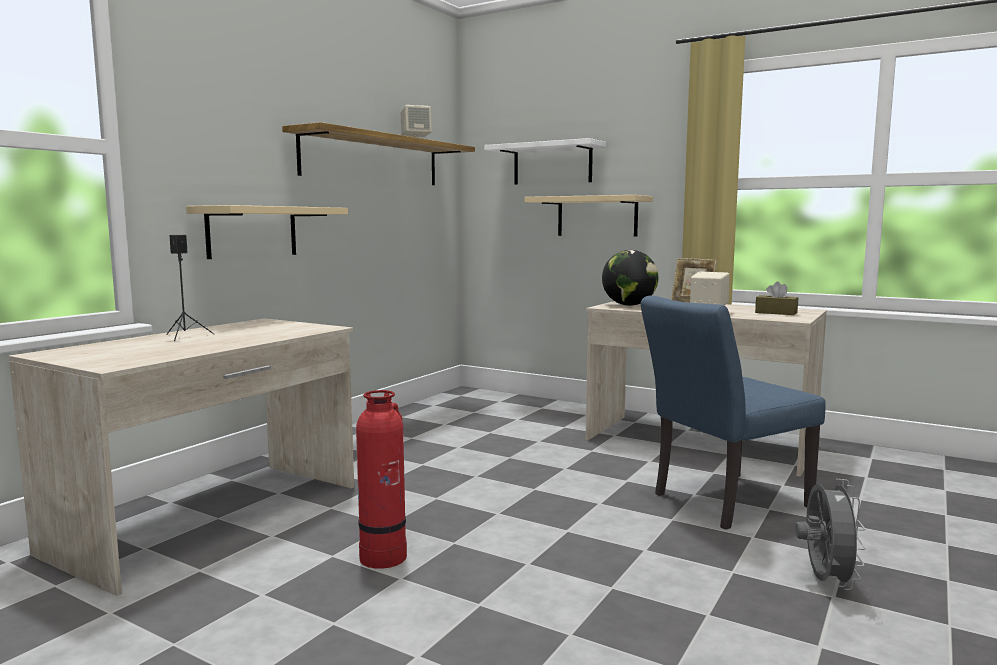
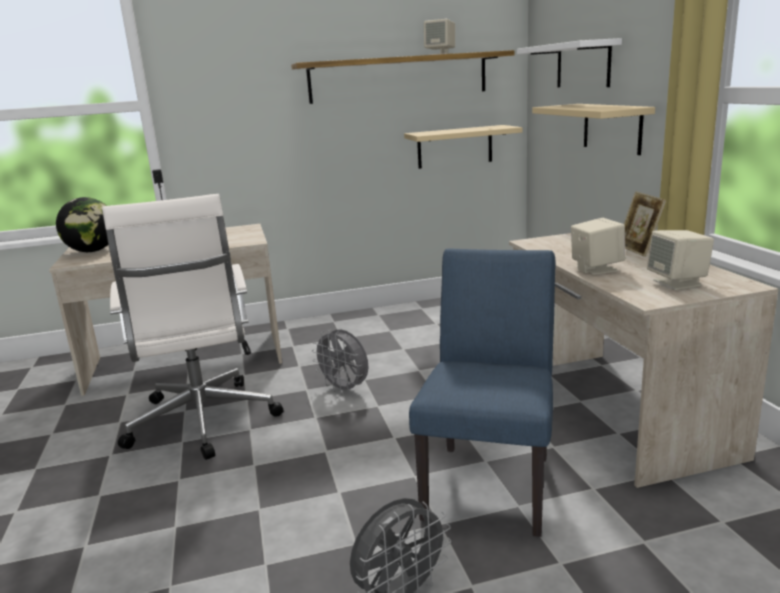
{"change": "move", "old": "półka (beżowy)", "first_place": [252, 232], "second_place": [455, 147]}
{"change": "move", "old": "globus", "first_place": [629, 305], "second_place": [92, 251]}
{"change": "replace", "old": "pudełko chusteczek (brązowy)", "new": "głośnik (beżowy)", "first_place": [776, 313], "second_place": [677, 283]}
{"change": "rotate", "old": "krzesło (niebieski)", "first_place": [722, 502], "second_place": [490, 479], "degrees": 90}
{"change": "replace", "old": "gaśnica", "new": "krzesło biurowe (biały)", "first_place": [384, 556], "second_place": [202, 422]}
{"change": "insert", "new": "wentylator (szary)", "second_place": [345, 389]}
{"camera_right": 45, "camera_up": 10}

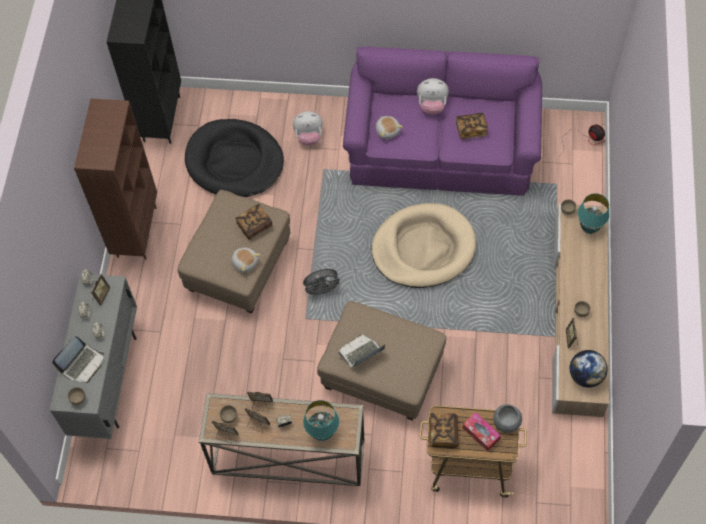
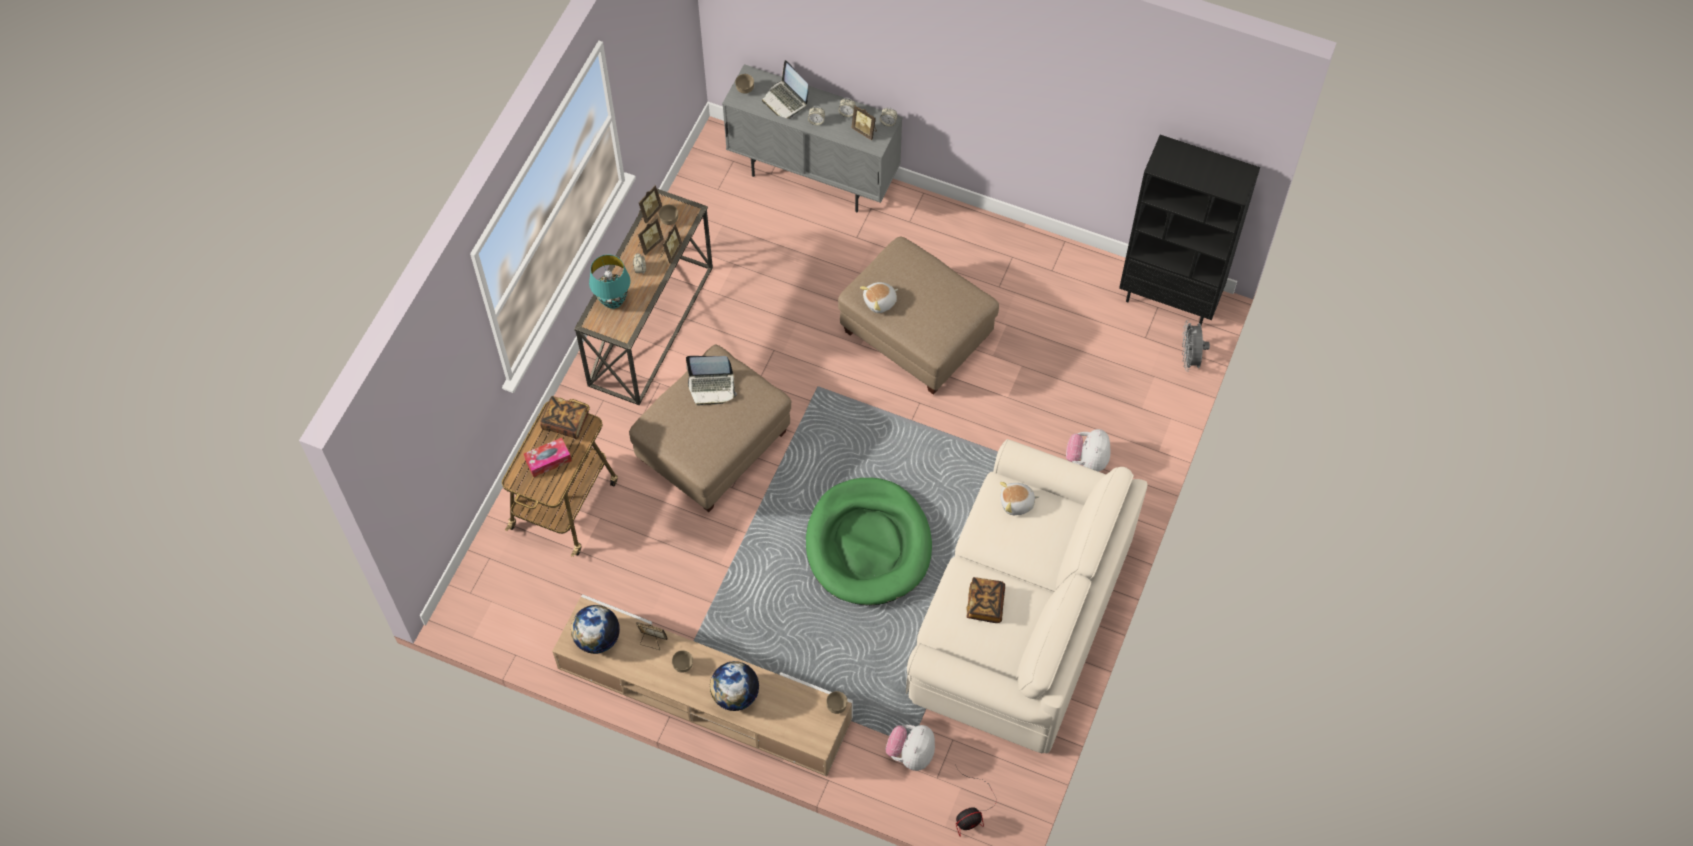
{"change": "recolor", "old": "kanapa (fioletowy)", "new": "kanapa (beżowy)", "first_place": [442, 147], "second_place": [1019, 617]}
{"change": "move", "old": "pluszak", "first_place": [432, 105], "second_place": [911, 754]}
{"change": "delete", "old": "regał (brązowy)", "first_place": [136, 231]}
{"change": "delete", "old": "legowisko (czarny)", "first_place": [234, 161]}
{"change": "delete", "old": "lampa stołowa (turkusowy)", "first_place": [589, 228]}
{"change": "recolor", "old": "legowisko (beżowy)", "new": "legowisko (zielony)", "first_place": [423, 248], "second_place": [868, 544]}
{"change": "delete", "old": "książka", "first_place": [254, 225]}
{"change": "move", "old": "wentylator (szary)", "first_place": [322, 290], "second_place": [1190, 358]}
{"change": "rotate", "old": "laptop", "first_place": [361, 353], "second_place": [712, 387], "degrees": 105}
{"change": "delete", "old": "miska (szary)", "first_place": [506, 422]}
{"change": "insert", "new": "globus", "second_place": [735, 695]}
{"camera_right": 105, "camera_up": 0}

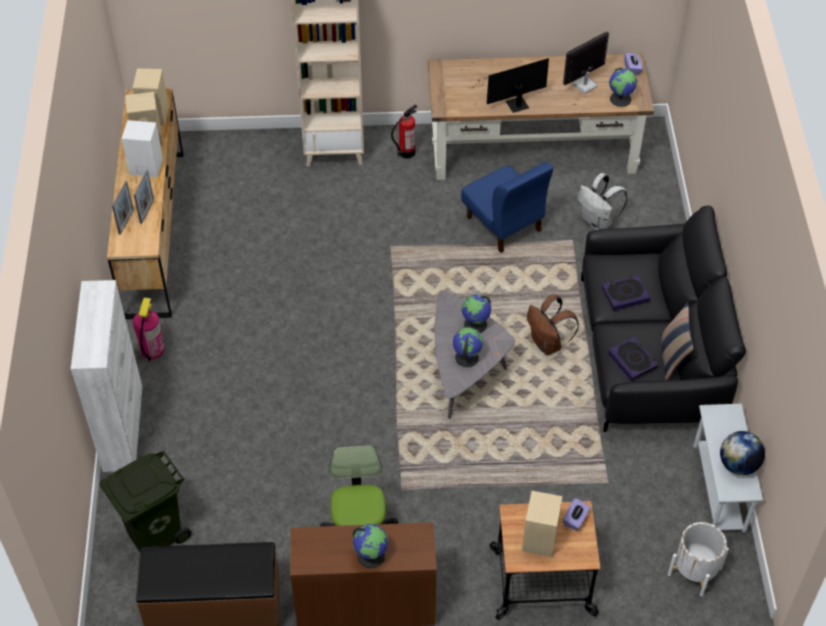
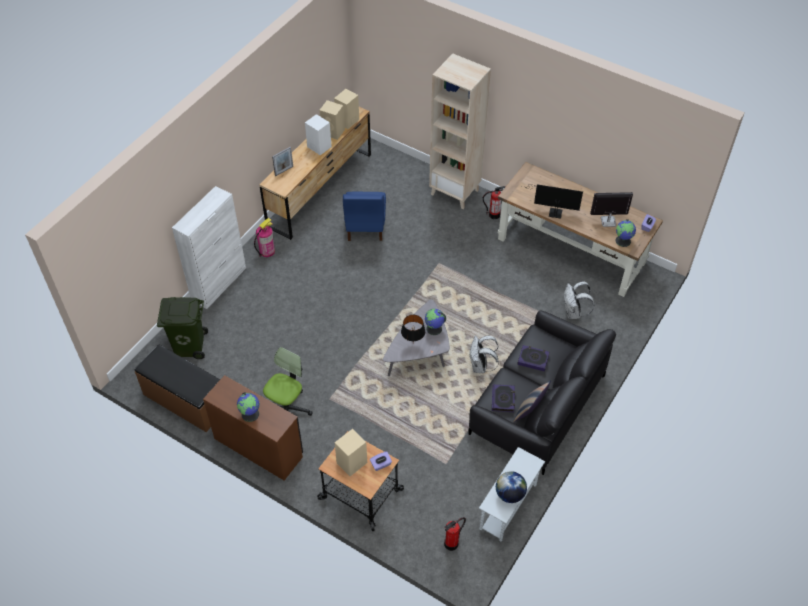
{"change": "move", "old": "krzesło (niebieski)", "first_place": [504, 224], "second_place": [365, 227]}
{"change": "delete", "old": "ramka na zdjęcie", "first_place": [147, 211]}
{"change": "recolor", "old": "plecak (brązowy)", "new": "plecak (biały)", "first_place": [548, 344], "second_place": [480, 366]}
{"change": "replace", "old": "globus", "new": "lampa stołowa (czarny)", "first_place": [466, 357], "second_place": [412, 344]}
{"change": "replace", "old": "donica (biały)", "new": "gaśnica", "first_place": [694, 571], "second_place": [451, 544]}
{"camera_right": 35, "camera_up": 0}

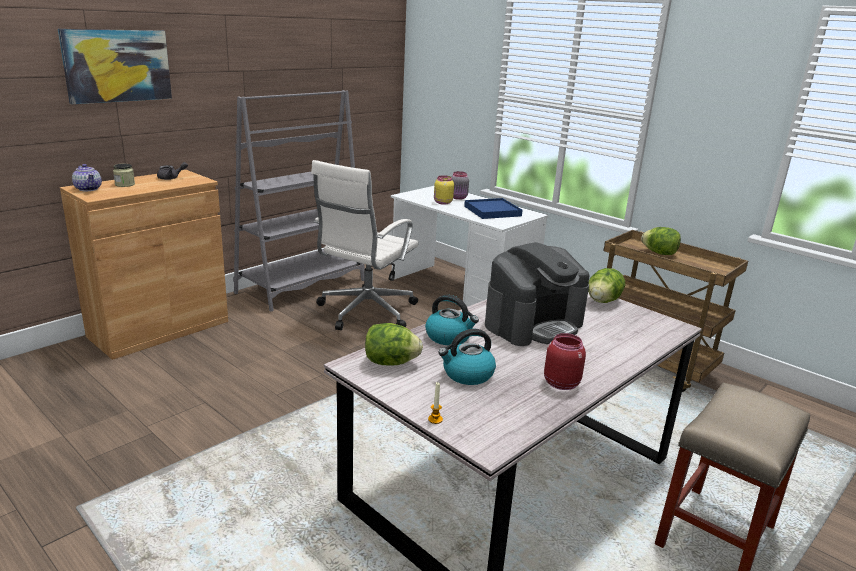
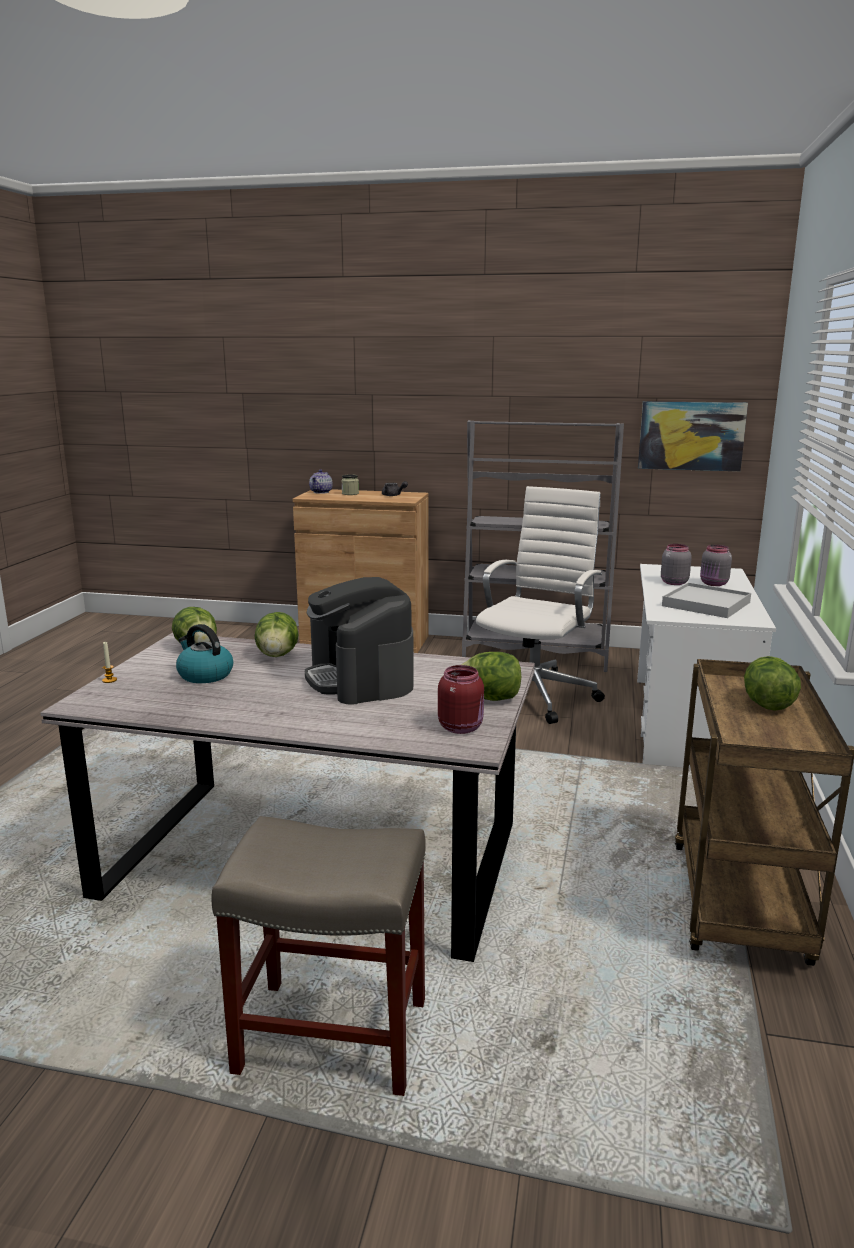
{"change": "move", "old": "obraz", "first_place": [117, 65], "second_place": [691, 435]}
{"change": "rotate", "old": "krzesło biurowe (biały)", "first_place": [365, 312], "second_place": [535, 695], "degrees": 120}
{"change": "recolor", "old": "słoik (żółty)", "new": "słoik (szary)", "first_place": [442, 202], "second_place": [673, 582]}
{"change": "recolor", "old": "taca (niebieski)", "new": "taca (biały)", "first_place": [492, 211], "second_place": [706, 604]}
{"change": "rotate", "old": "ekspres do kawy", "first_place": [533, 324], "second_place": [360, 679], "degrees": 45}
{"change": "replace", "old": "czajnik", "new": "sałata", "first_place": [449, 337], "second_place": [277, 655]}
{"change": "move", "old": "słoik (czerwony)", "first_place": [561, 383], "second_place": [461, 727]}
{"camera_right": 60, "camera_up": -5}

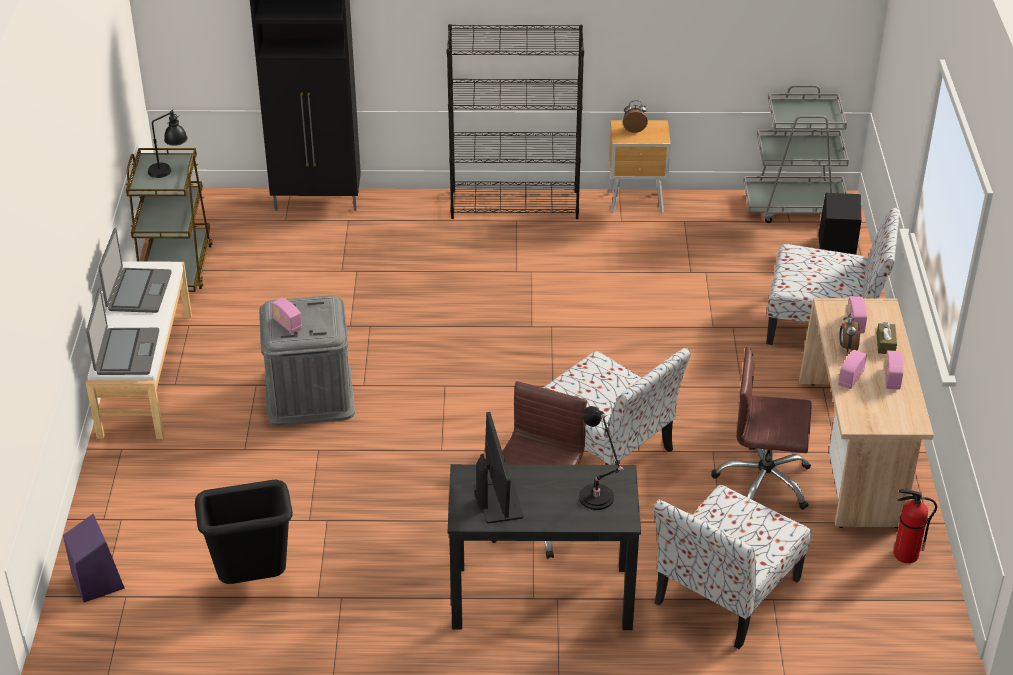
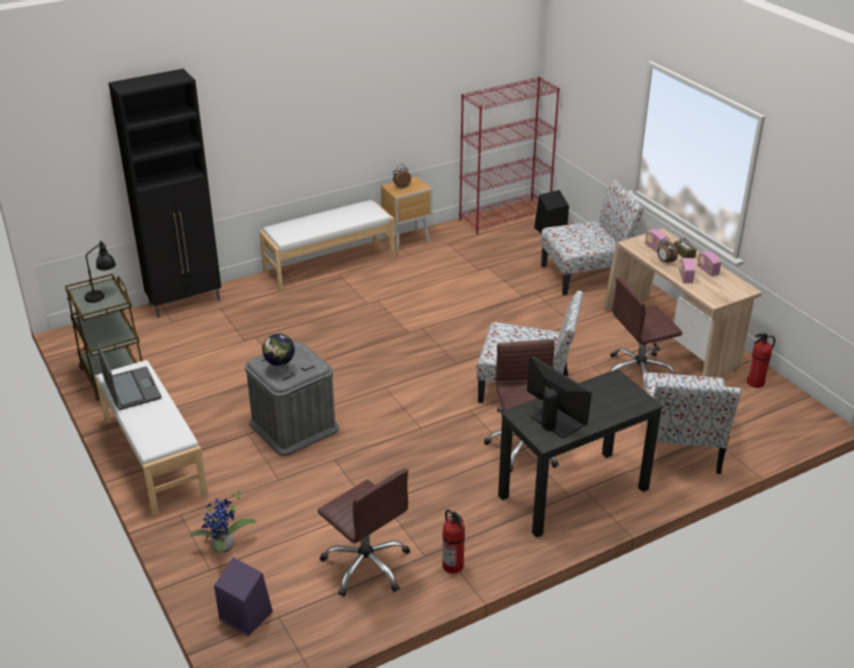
{"change": "replace", "old": "regał (czarny)", "new": "ławka (biały)", "first_place": [515, 204], "second_place": [329, 265]}
{"change": "replace", "old": "wózek (szary)", "new": "regał (czerwony)", "first_place": [795, 206], "second_place": [505, 216]}
{"change": "delete", "old": "laptop", "first_place": [126, 353]}
{"change": "replace", "old": "radio", "new": "globus", "first_place": [287, 324], "second_place": [280, 370]}
{"change": "delete", "old": "lampa stołowa (czarny)", "first_place": [597, 499]}
{"change": "replace", "old": "kosz na śmieci (czarny)", "new": "krzesło biurowe (brązowy)", "first_place": [252, 581], "second_place": [366, 565]}
{"change": "insert", "new": "roślina doniczkowa", "second_place": [224, 548]}
{"change": "insert", "new": "gaśnica", "second_place": [453, 566]}
{"camera_right": -30, "camera_up": -5}

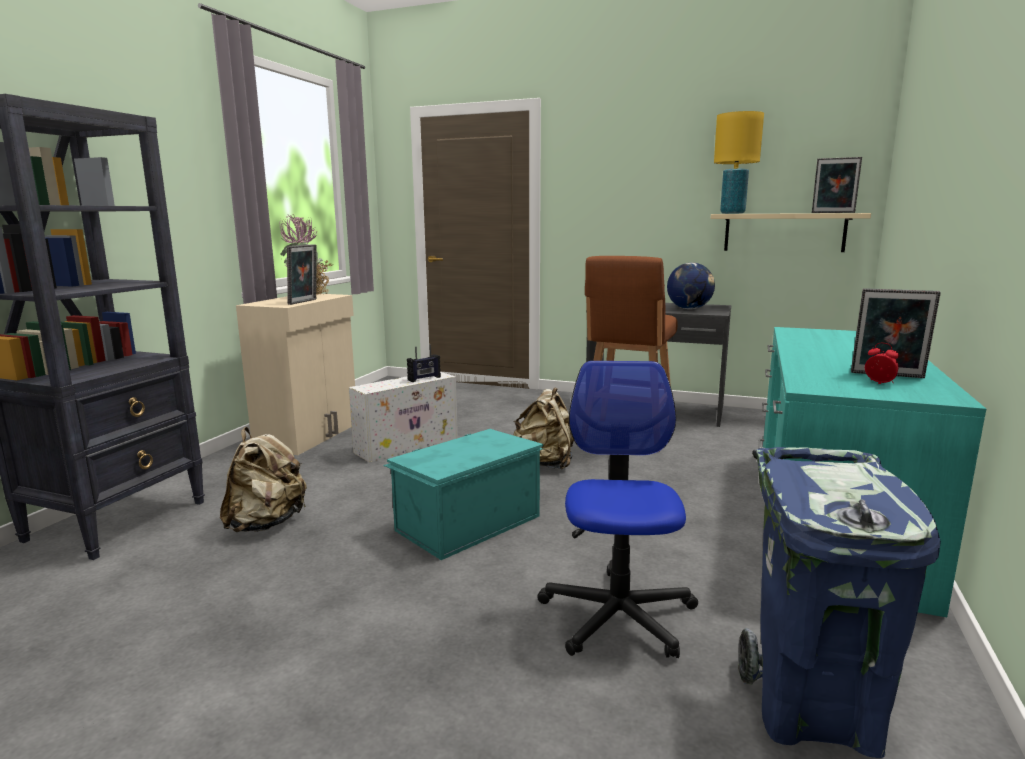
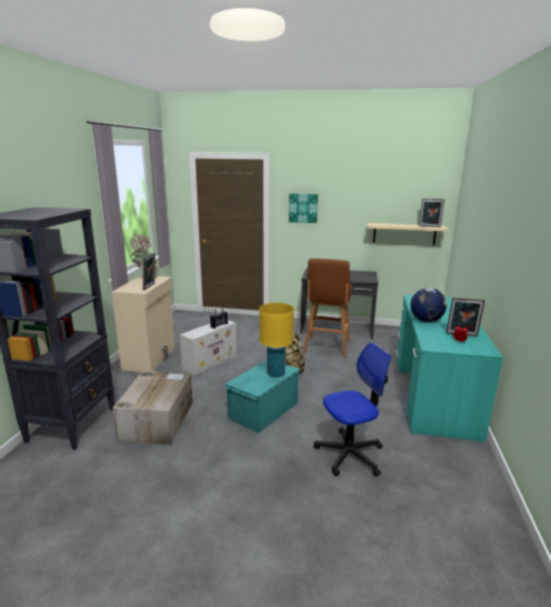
{"change": "move", "old": "lampa stołowa (żółty)", "first_place": [732, 213], "second_place": [275, 374]}
{"change": "move", "old": "globus", "first_place": [689, 309], "second_place": [426, 320]}
{"change": "rotate", "old": "krzesło biurowe", "first_place": [618, 615], "second_place": [349, 454], "degrees": 75}
{"change": "replace", "old": "plecak (beżowy)", "new": "karton", "first_place": [266, 523], "second_place": [157, 419]}
{"change": "delete", "old": "kosz na śmieci (niebieski)", "first_place": [813, 711]}
{"change": "insert", "new": "obraz", "second_place": [303, 208]}
{"camera_right": -10, "camera_up": 5}

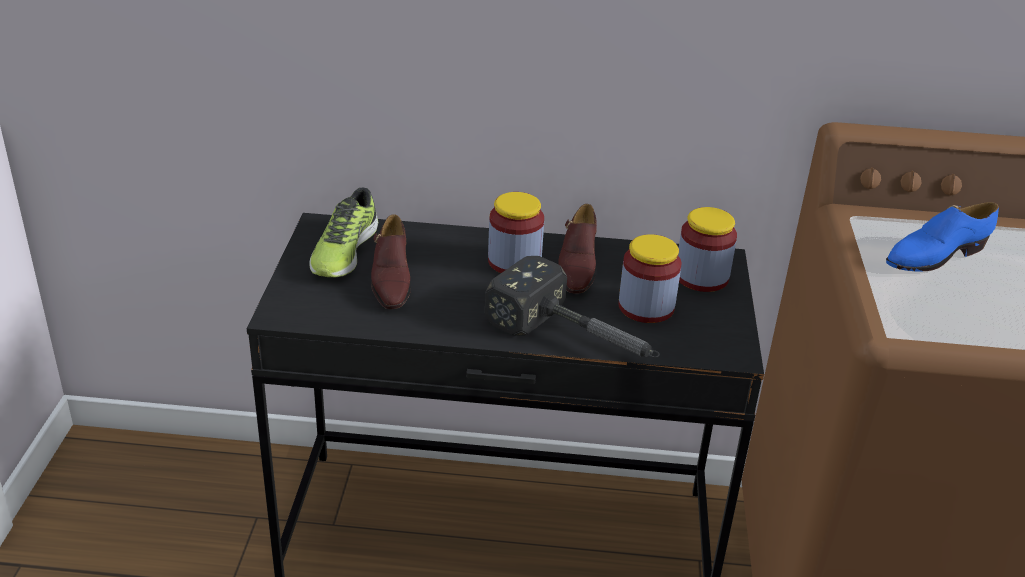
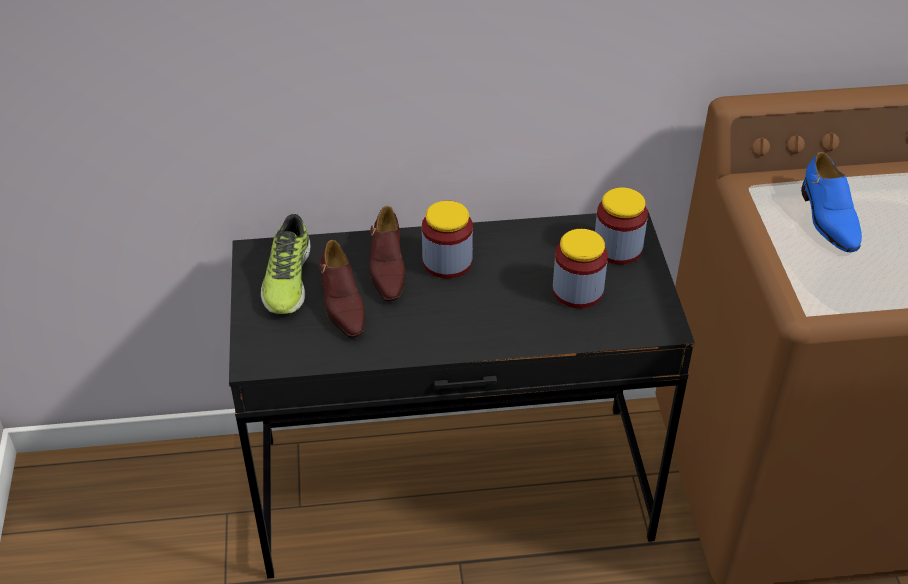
{"change": "rotate", "old": "but (niebieski)", "first_place": [935, 255], "second_place": [828, 218], "degrees": -60}
{"change": "move", "old": "but (brązowy)", "first_place": [577, 266], "second_place": [387, 268]}
{"change": "delete", "old": "młotek", "first_place": [578, 339]}
{"camera_right": -10, "camera_up": 10}

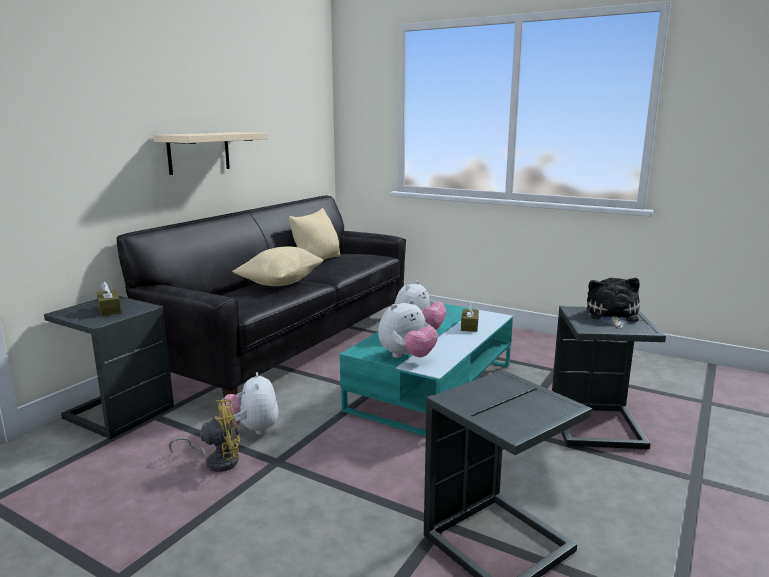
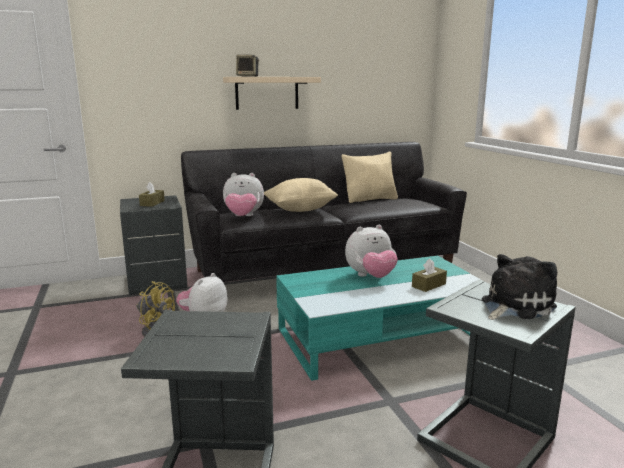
{"change": "move", "old": "pluszak", "first_place": [407, 357], "second_place": [243, 217]}
{"change": "insert", "new": "głośnik", "second_place": [248, 76]}
{"camera_right": 40, "camera_up": 0}

